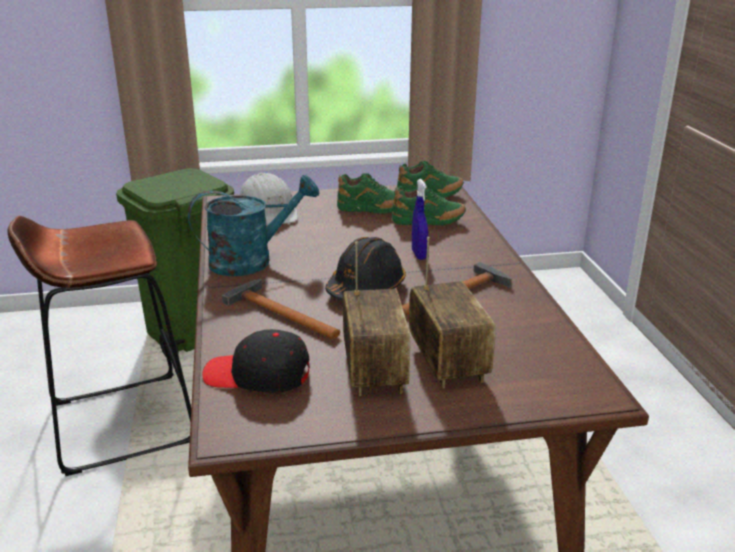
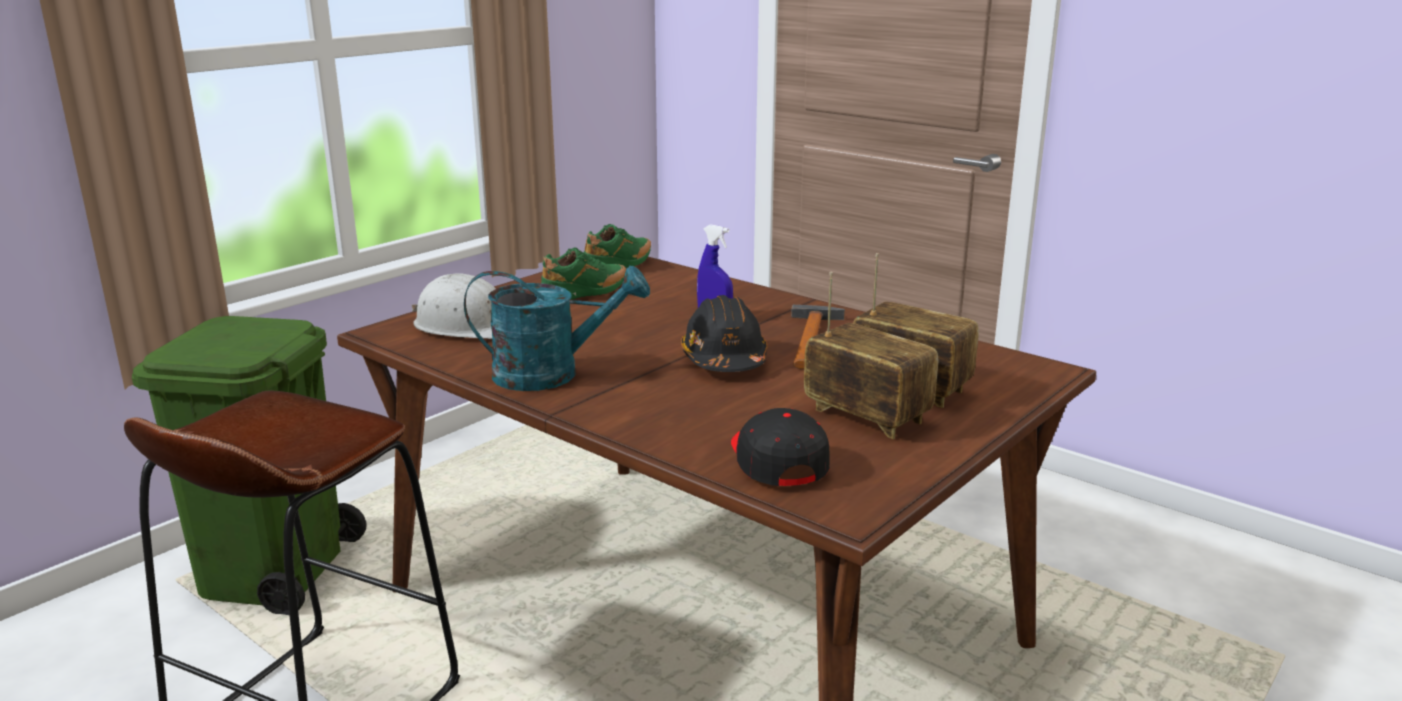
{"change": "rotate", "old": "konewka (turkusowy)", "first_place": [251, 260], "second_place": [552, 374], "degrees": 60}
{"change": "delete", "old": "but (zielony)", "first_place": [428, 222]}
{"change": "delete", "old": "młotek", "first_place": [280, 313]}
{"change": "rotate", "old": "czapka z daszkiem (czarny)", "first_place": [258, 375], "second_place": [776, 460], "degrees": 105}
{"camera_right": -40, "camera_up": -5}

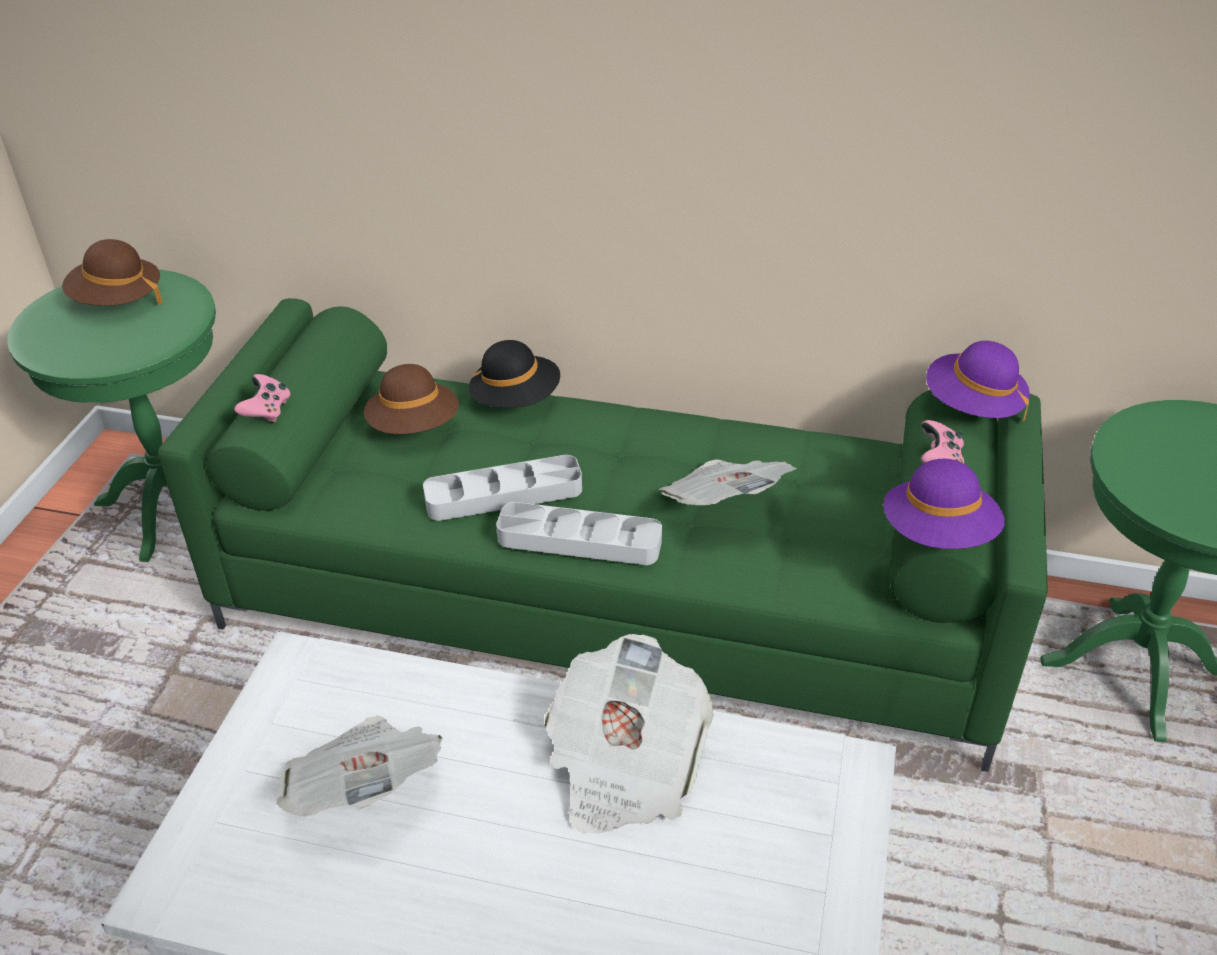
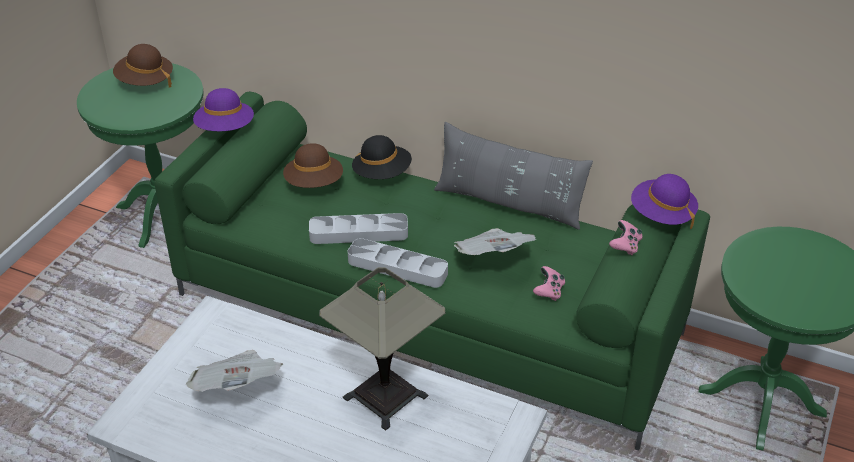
{"change": "move", "old": "pad do gier (różowy)", "first_place": [267, 411], "second_place": [549, 291]}
{"change": "move", "old": "kapelusz (fioletowy)", "first_place": [938, 534], "second_place": [225, 128]}
{"change": "replace", "old": "gazeta", "new": "lampa stołowa", "first_place": [624, 765], "second_place": [385, 397]}
{"change": "insert", "new": "poduszka (szary)", "second_place": [509, 203]}
{"camera_right": 10, "camera_up": 0}

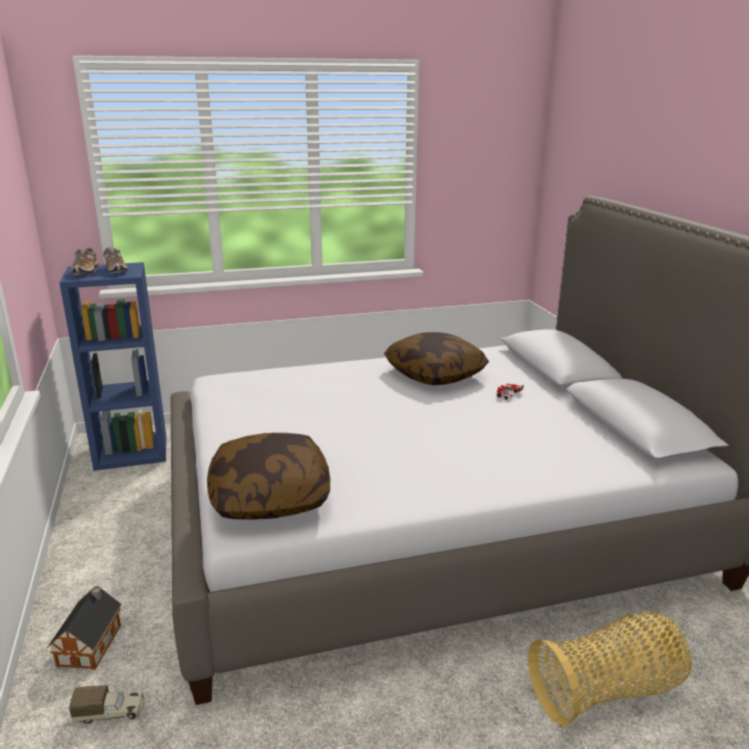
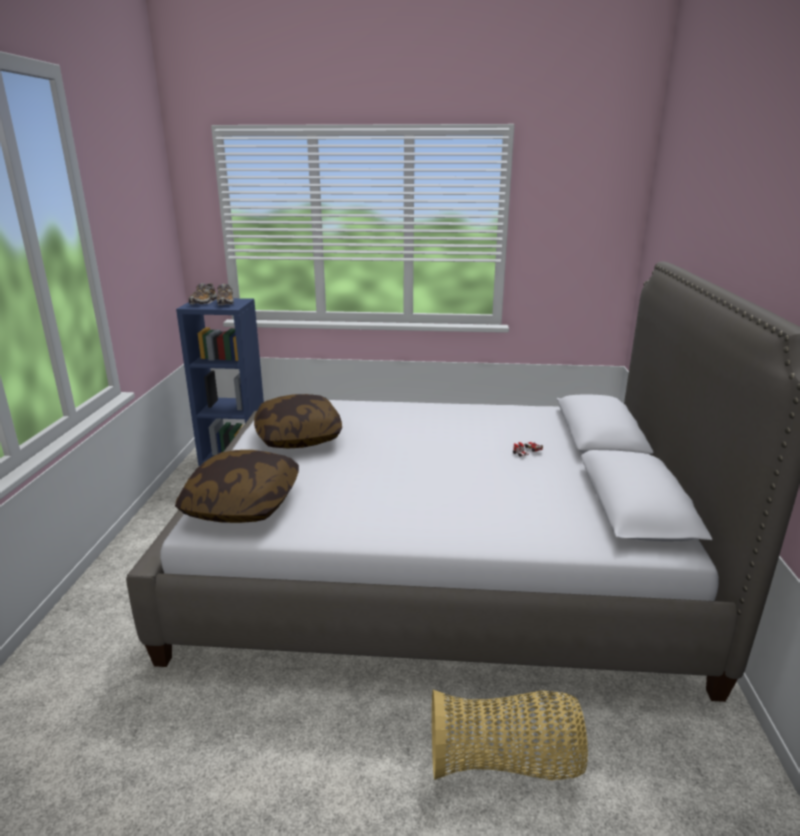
{"change": "move", "old": "poduszka", "first_place": [435, 374], "second_place": [299, 437]}
{"change": "delete", "old": "domek", "first_place": [91, 643]}
{"change": "delete", "old": "ciężarówka zabawkowa", "first_place": [110, 713]}
{"camera_right": 20, "camera_up": 0}

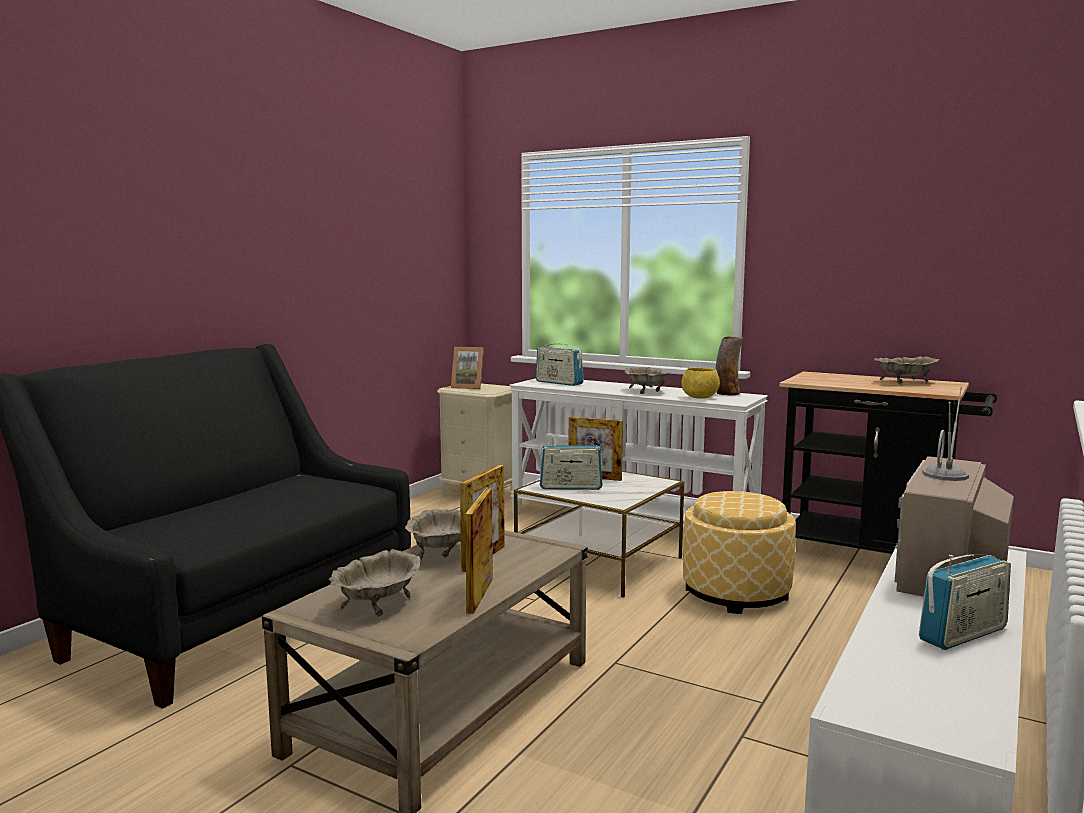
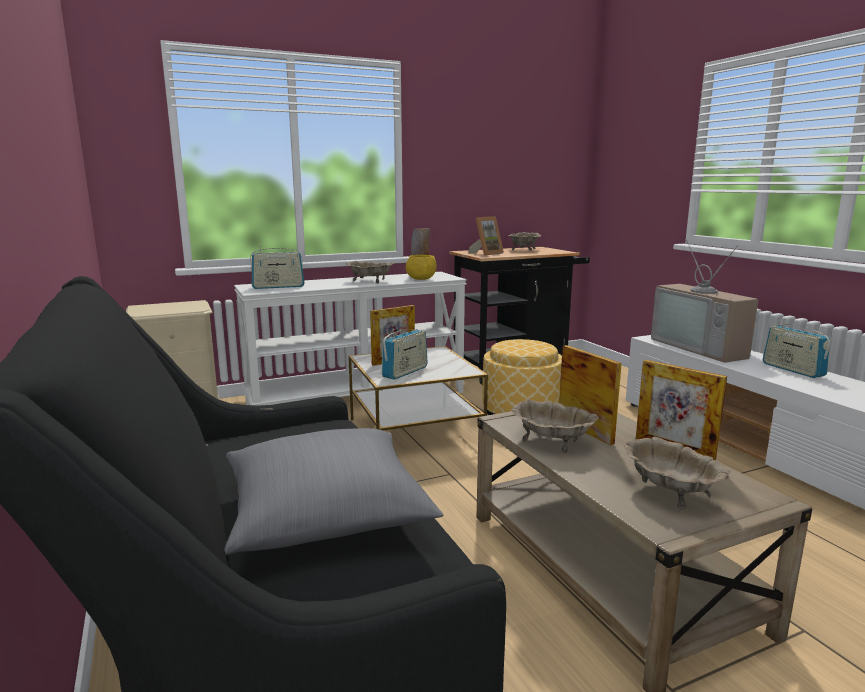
{"change": "move", "old": "ramka na zdjęcie", "first_place": [468, 387], "second_place": [486, 253]}
{"change": "rotate", "old": "radio", "first_place": [963, 634], "second_place": [792, 370], "degrees": 150}
{"change": "insert", "new": "poduszka (szary)", "second_place": [325, 514]}
{"camera_right": -55, "camera_up": 5}

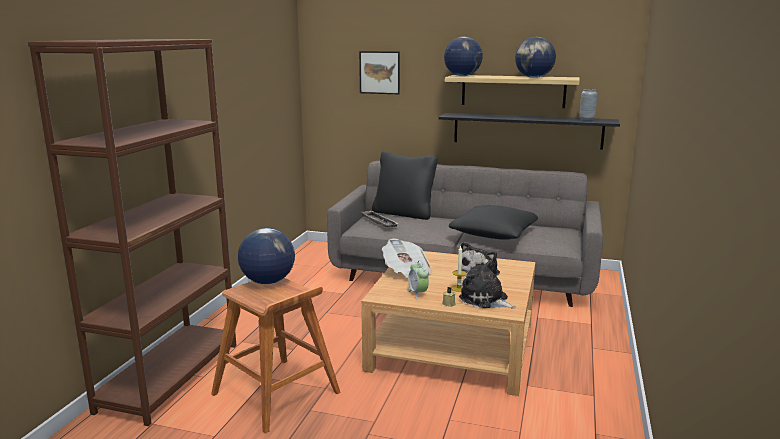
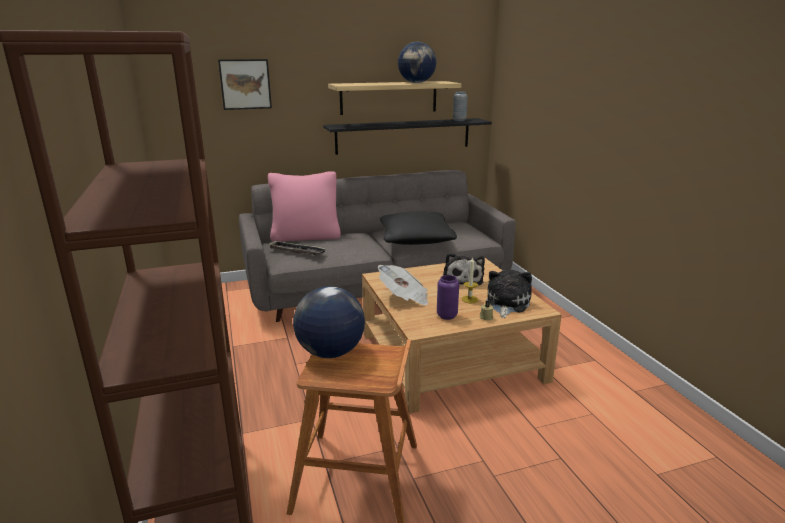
{"change": "delete", "old": "globus", "first_place": [462, 76]}
{"change": "recolor", "old": "poduszka (czarny)", "new": "poduszka (różowy)", "first_place": [404, 213], "second_place": [306, 237]}
{"change": "replace", "old": "budzik", "new": "wazon (fioletowy)", "first_place": [418, 293], "second_place": [447, 316]}
{"change": "rotate", "old": "pluszak", "first_place": [485, 299], "second_place": [506, 304], "degrees": 105}
{"camera_right": -35, "camera_up": 5}

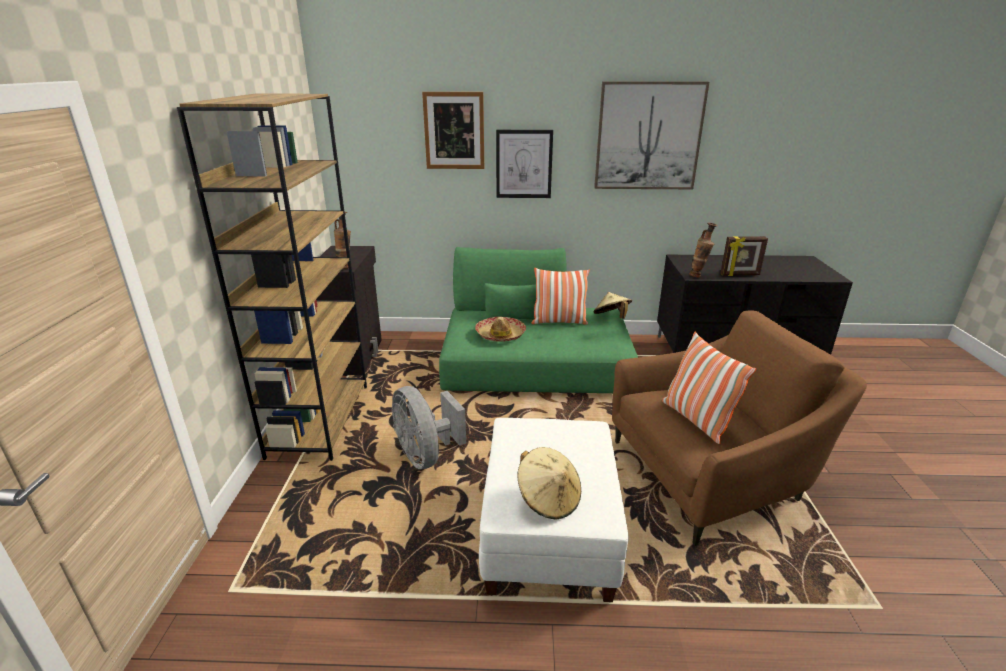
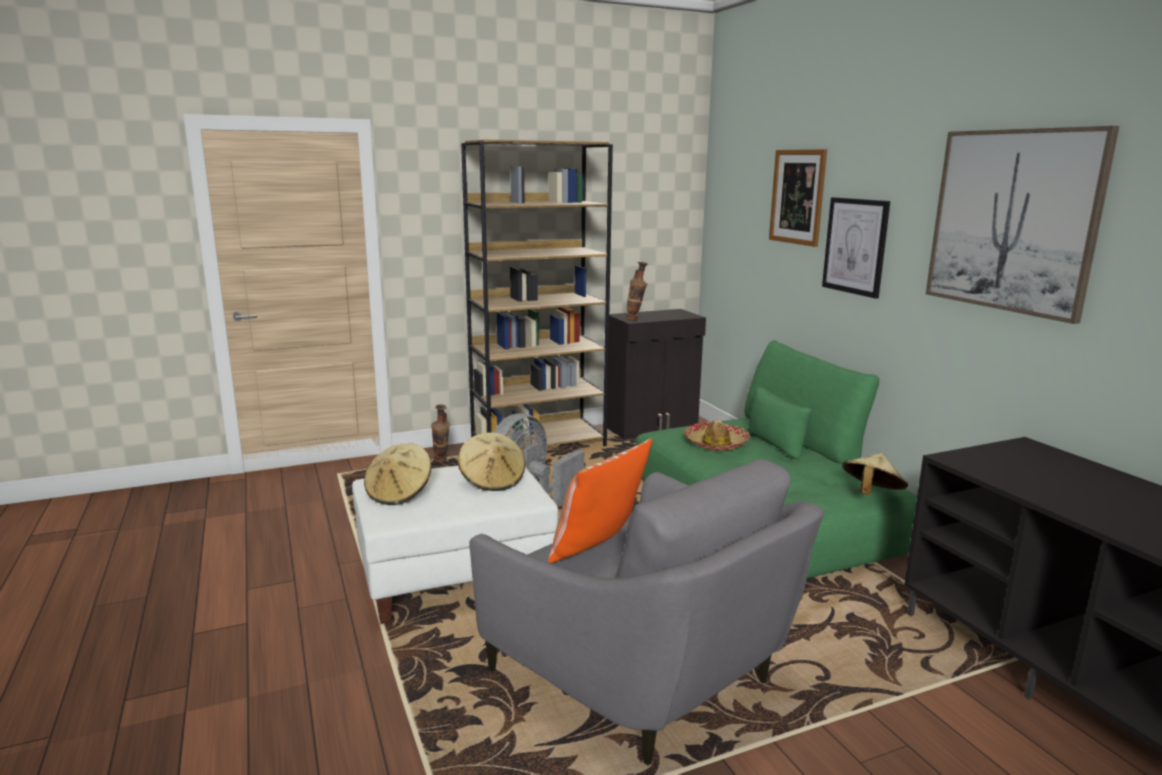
{"change": "move", "old": "wazon", "first_place": [698, 276], "second_place": [441, 462]}
{"change": "delete", "old": "ramka na zdjęcie", "first_place": [740, 275]}
{"change": "delete", "old": "poduszka", "first_place": [559, 321]}
{"change": "recolor", "old": "fotel (brązowy)", "new": "fotel (szary)", "first_place": [712, 475], "second_place": [644, 676]}
{"change": "insert", "new": "kapelusz (beżowy)", "second_place": [492, 480]}
{"camera_right": 65, "camera_up": -10}

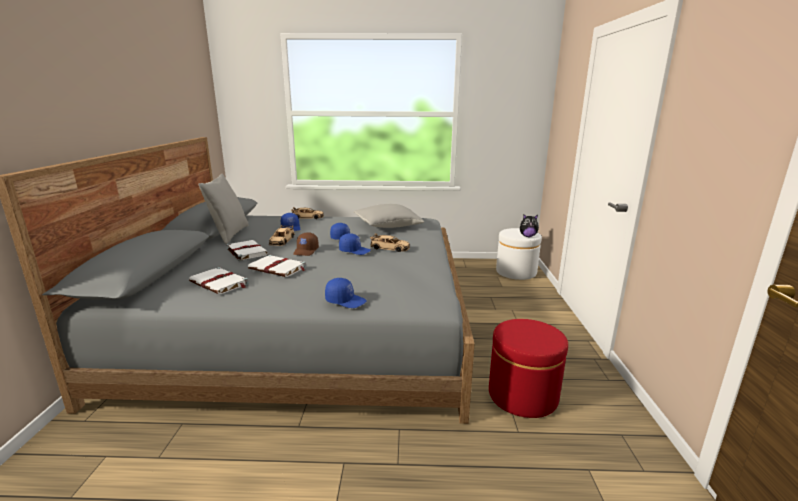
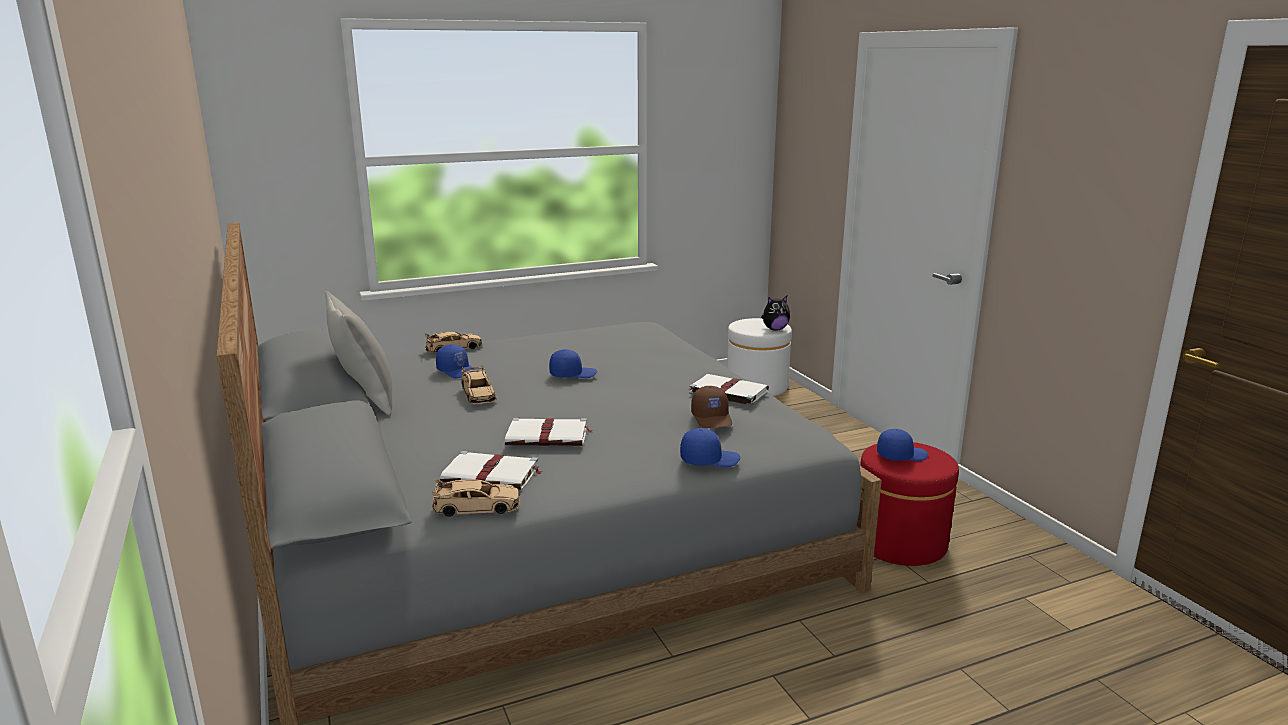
{"change": "delete", "old": "poduszka (szary)", "first_place": [387, 225]}
{"change": "move", "old": "czapka z daszkiem (brązowy)", "first_place": [306, 251], "second_place": [712, 418]}
{"change": "move", "old": "czapka z daszkiem (niebieski)", "first_place": [354, 250], "second_place": [901, 455]}
{"change": "move", "old": "samochodzik (beżowy)", "first_place": [389, 248], "second_place": [476, 507]}
{"change": "move", "old": "książka (biały)", "first_place": [246, 251], "second_place": [727, 392]}
{"camera_right": -25, "camera_up": 0}

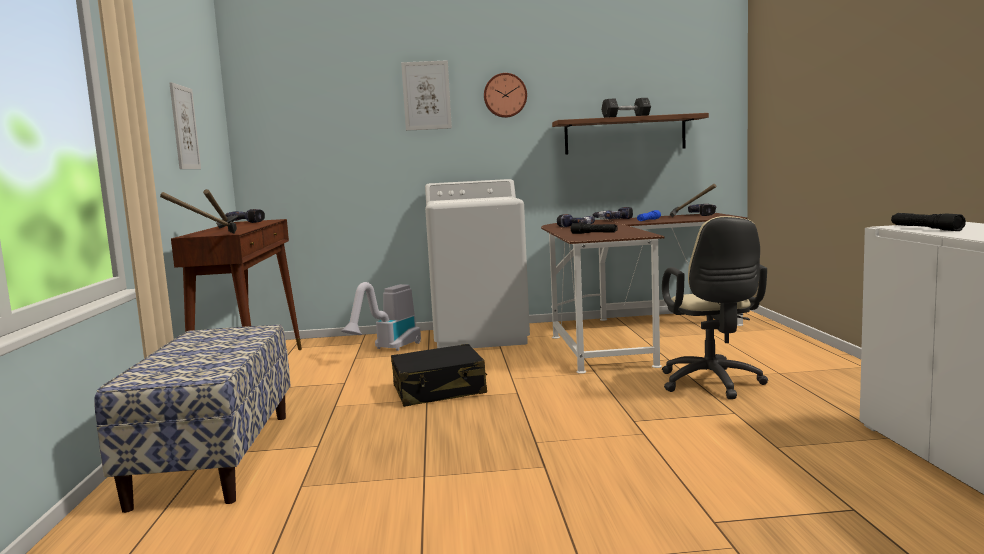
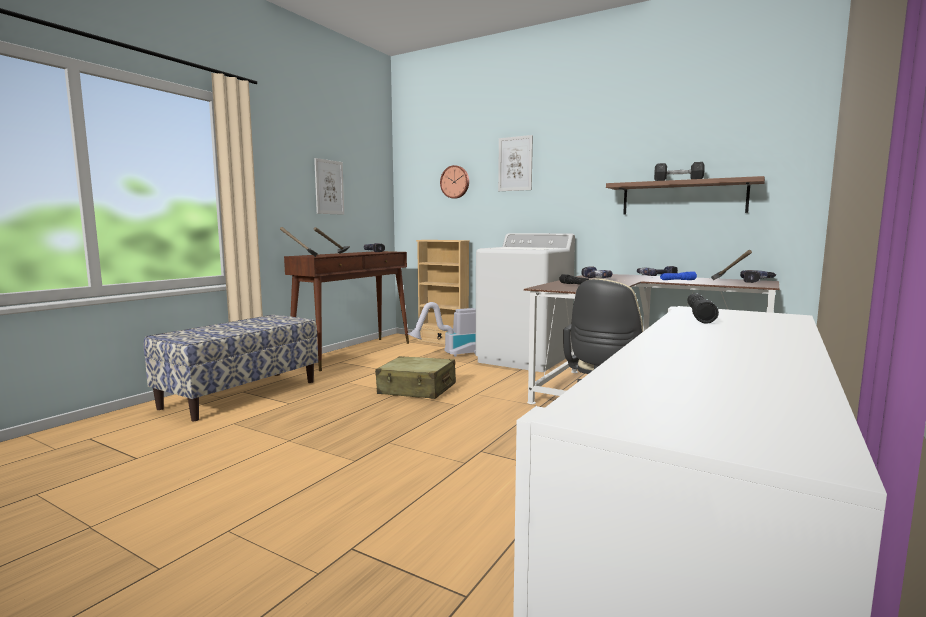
{"change": "move", "old": "zegar ścienny", "first_place": [505, 95], "second_place": [455, 182]}
{"change": "recolor", "old": "walizka (czarny)", "new": "walizka (beżowy)", "first_place": [439, 390], "second_place": [417, 389]}
{"change": "insert", "new": "regał (beżowy)", "second_place": [443, 342]}
{"camera_right": 35, "camera_up": 0}

